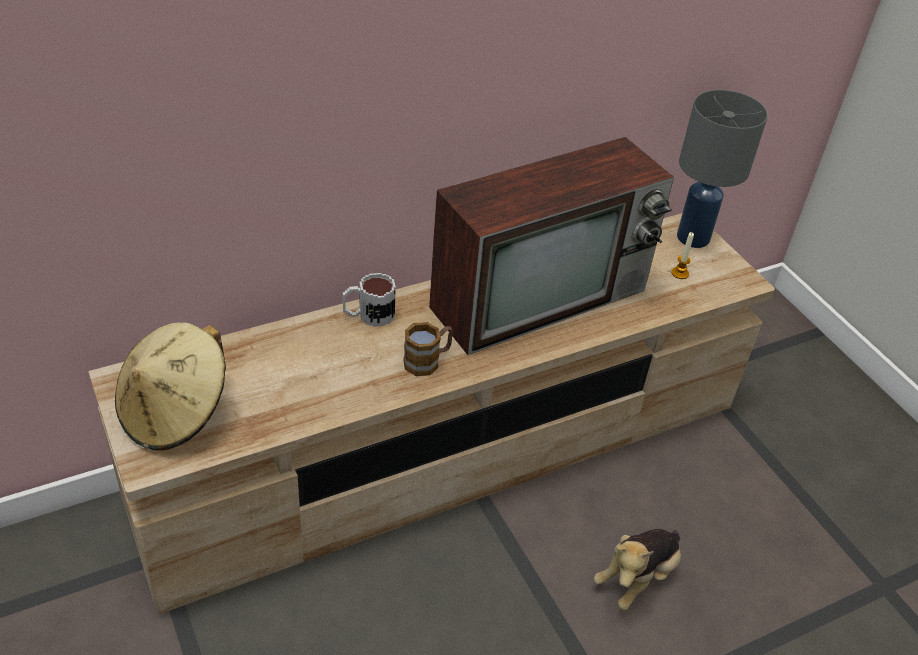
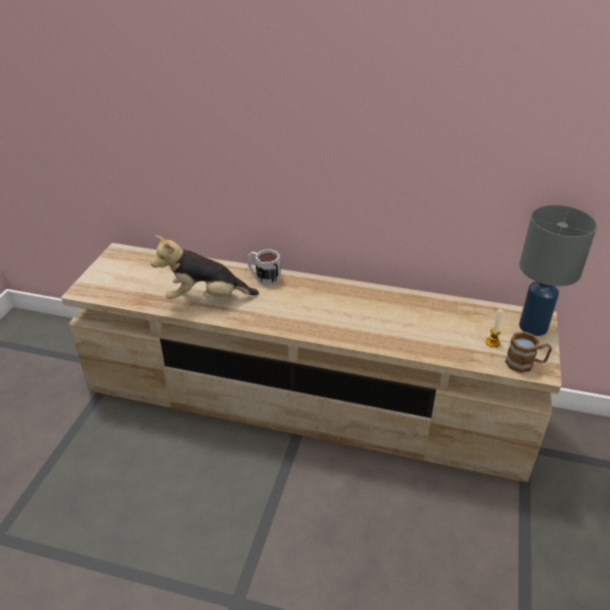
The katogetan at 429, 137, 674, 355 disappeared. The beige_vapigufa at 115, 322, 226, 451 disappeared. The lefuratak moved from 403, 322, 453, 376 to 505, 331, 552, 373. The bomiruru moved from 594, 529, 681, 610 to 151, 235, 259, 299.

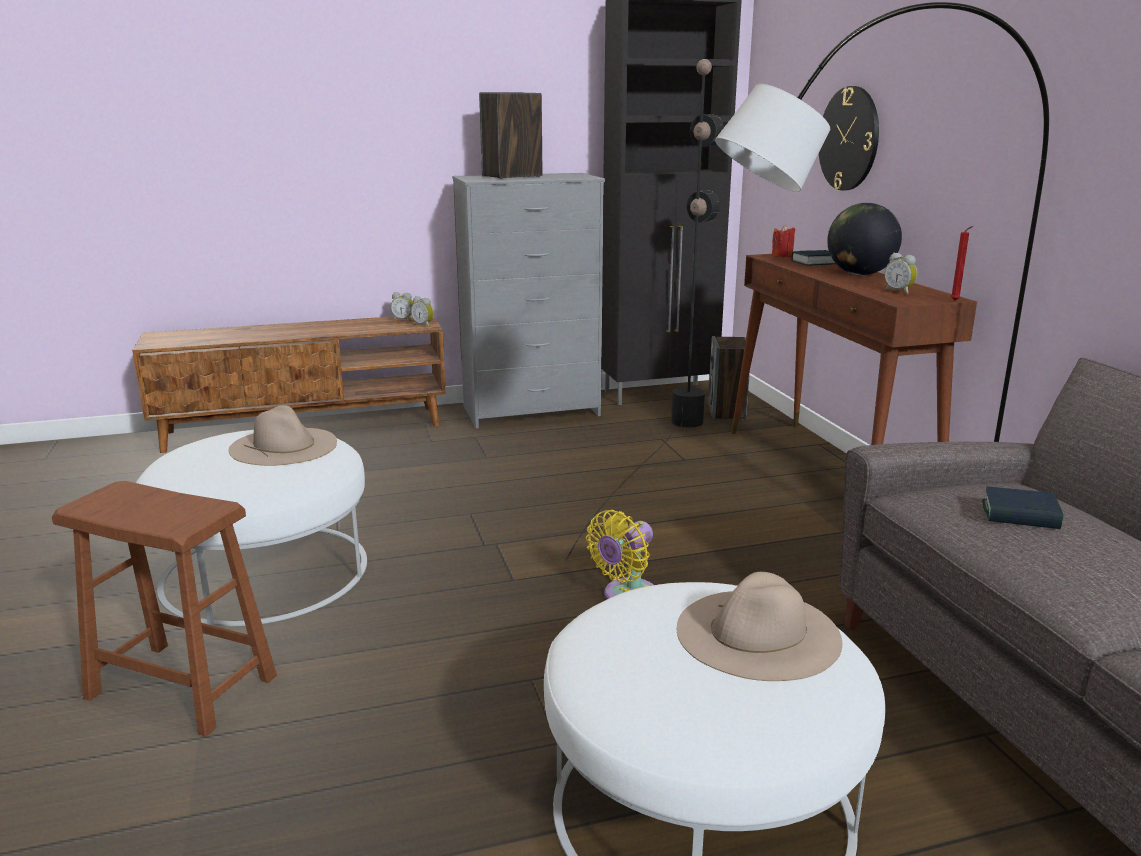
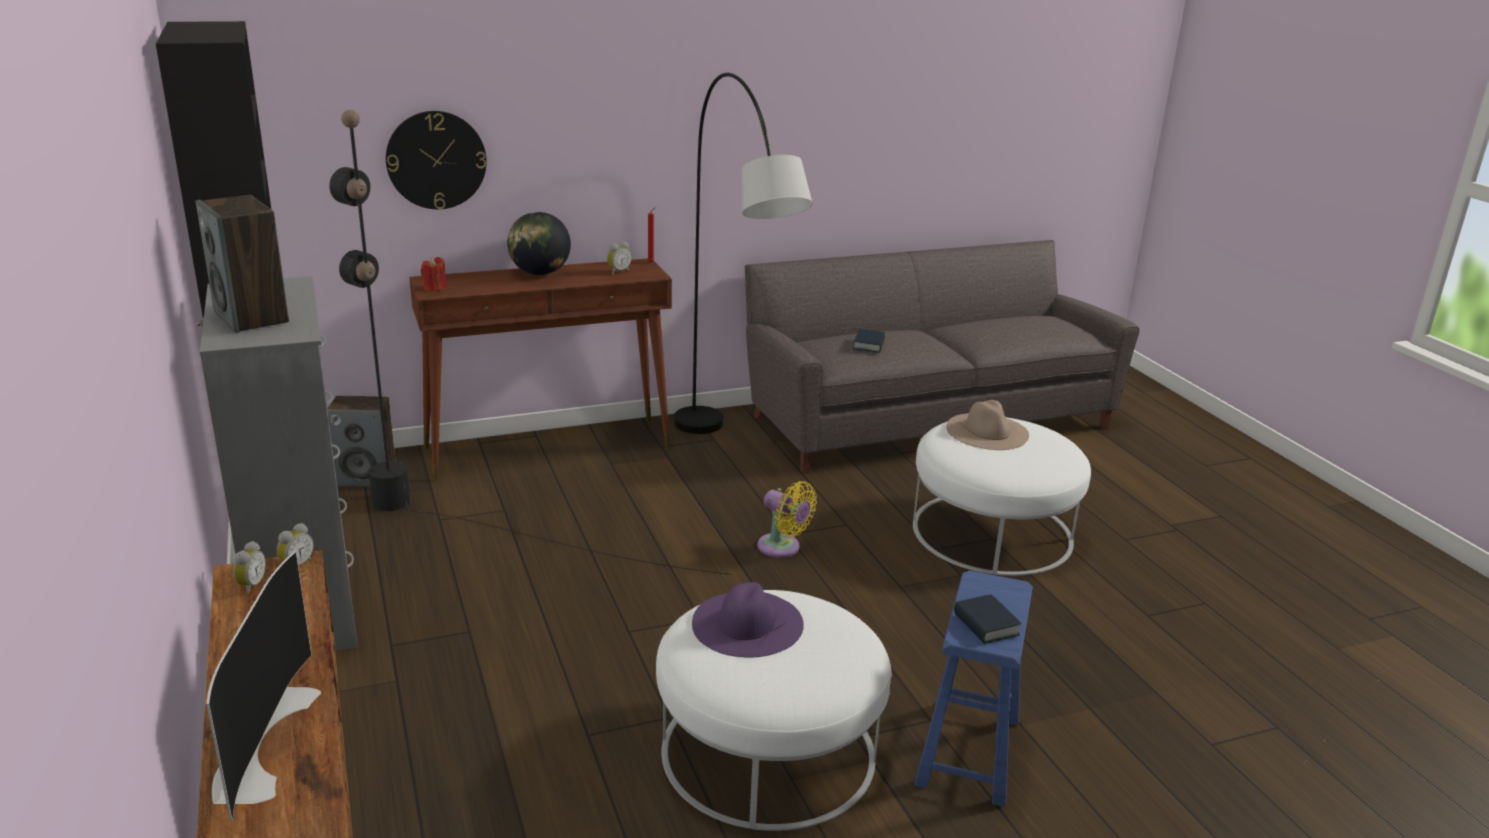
The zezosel moved from 791, 250, 836, 266 to 954, 594, 1022, 644. The beige_vapigufa at 228, 405, 337, 466 became the purple_vapigufa at 692, 582, 804, 657. The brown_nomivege at 52, 481, 277, 737 became the blue_nomivege at 914, 570, 1033, 807. The katogetan at 206, 551, 321, 822 appeared.

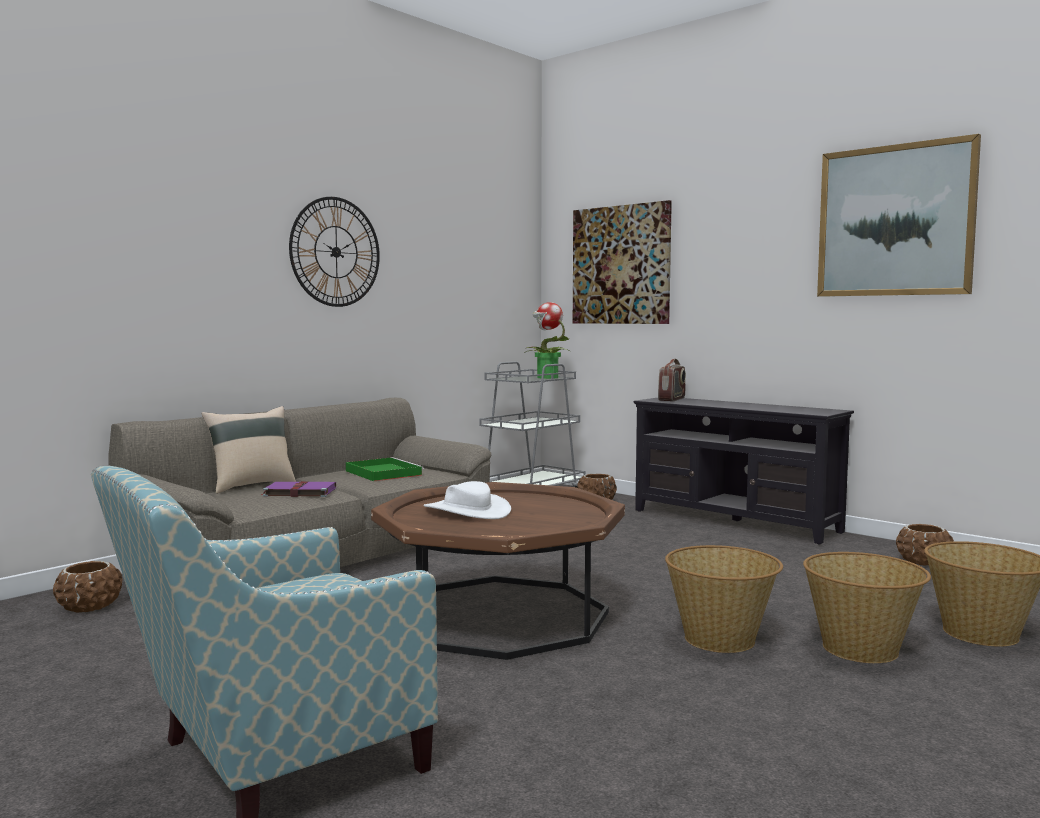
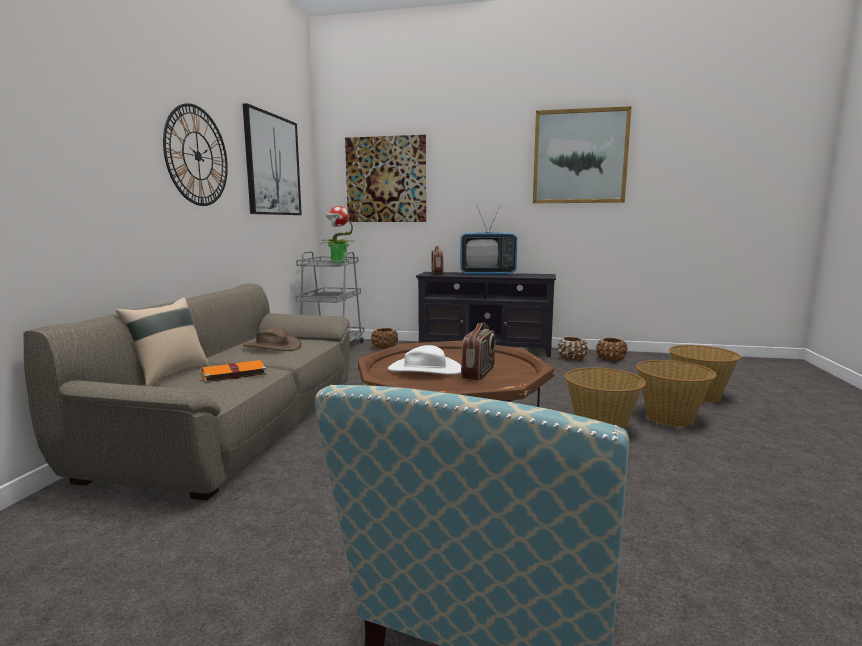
The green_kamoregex at 346, 457, 424, 481 was replaced by the brown_vapigufa at 243, 327, 302, 351. The purple_zezosel at 261, 481, 336, 497 became the orange_zezosel at 200, 360, 267, 383. The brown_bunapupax moved from 53, 561, 122, 613 to 558, 337, 588, 360. The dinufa at 243, 103, 302, 215 appeared. The katogetan at 460, 205, 517, 275 appeared. The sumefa at 461, 322, 495, 380 appeared.

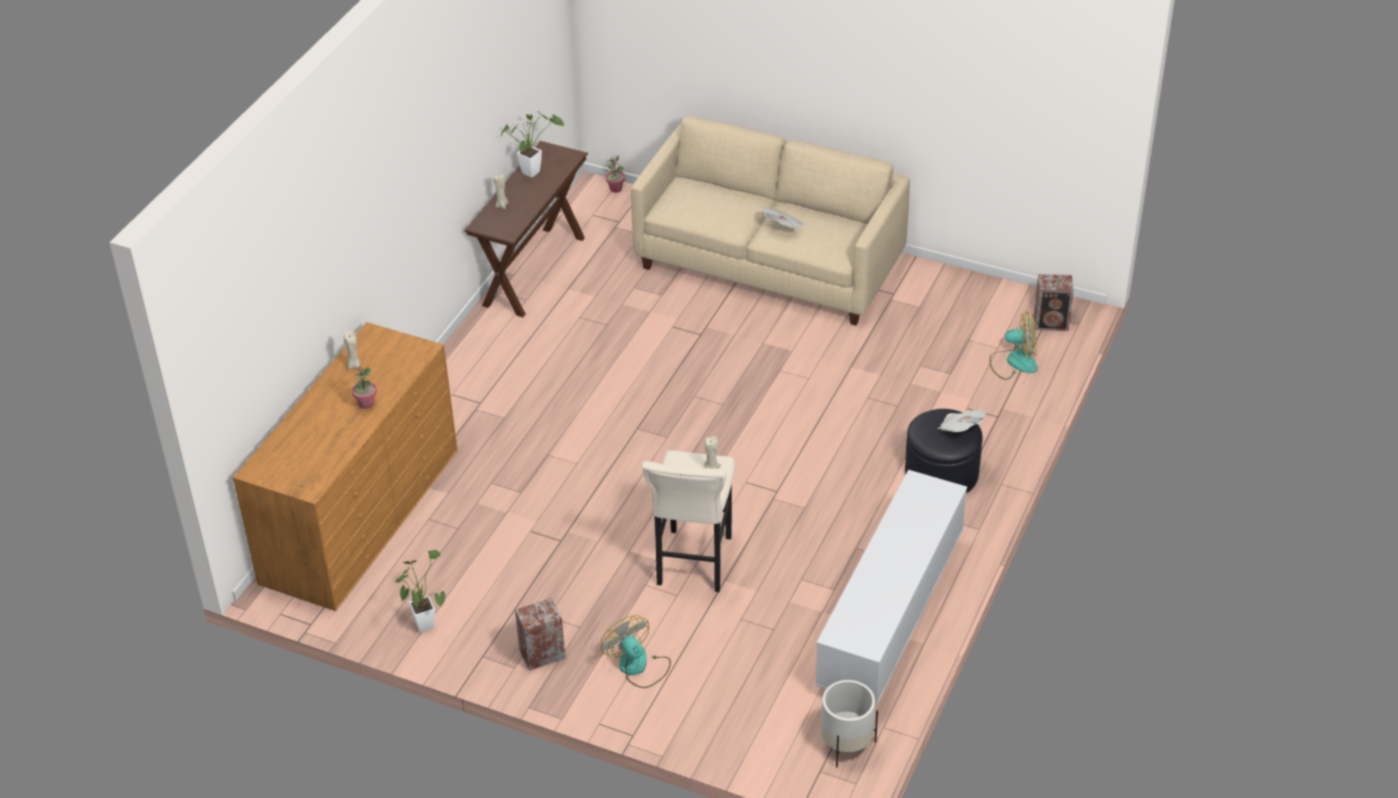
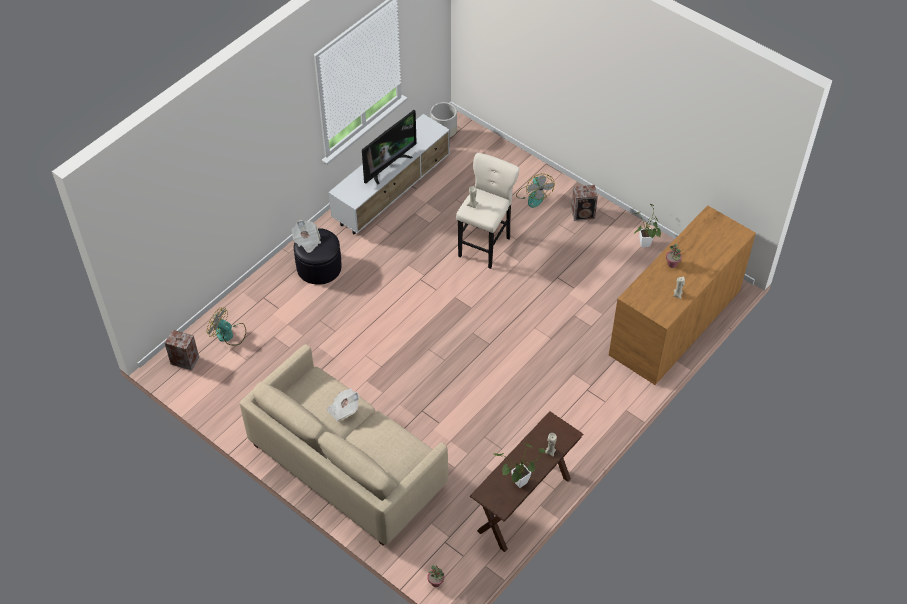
The katogetan at 362, 110, 417, 185 appeared.

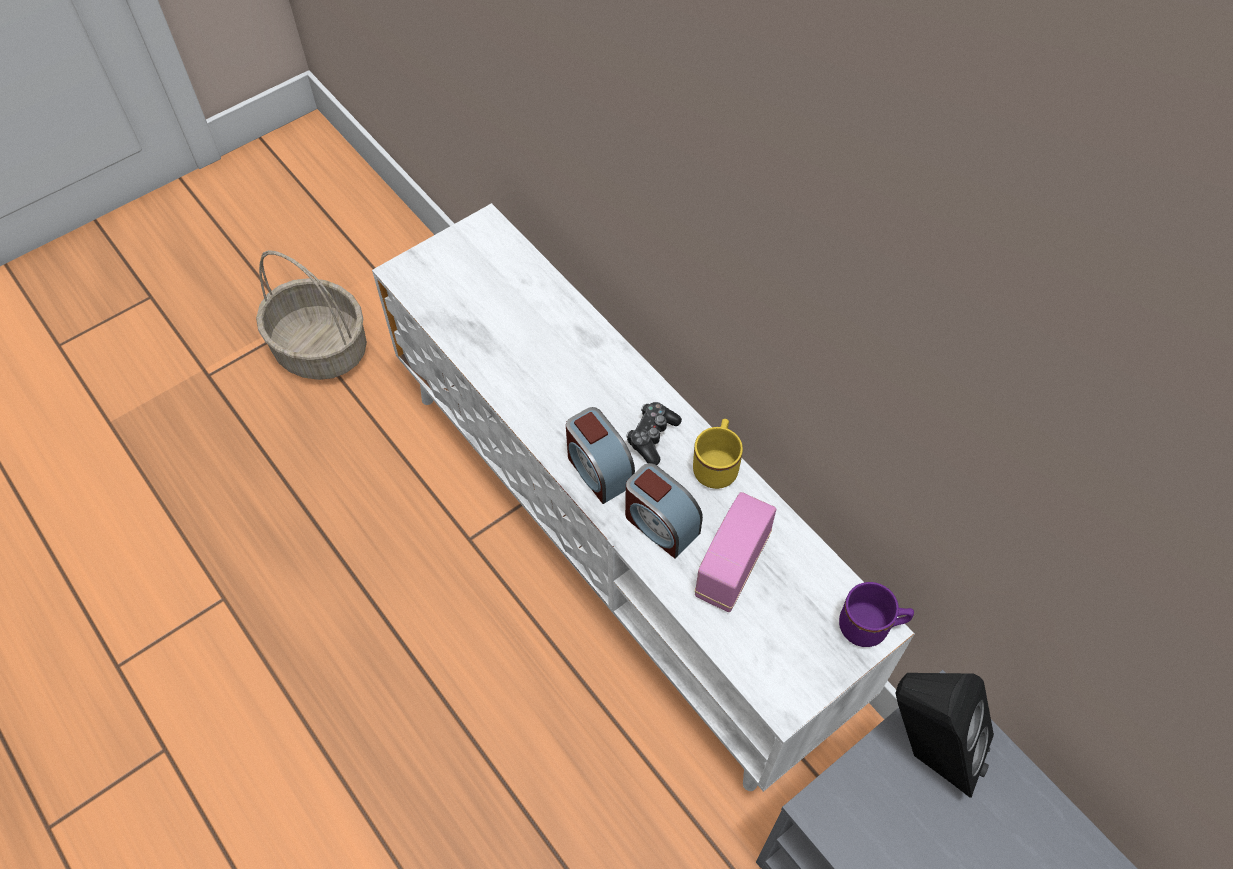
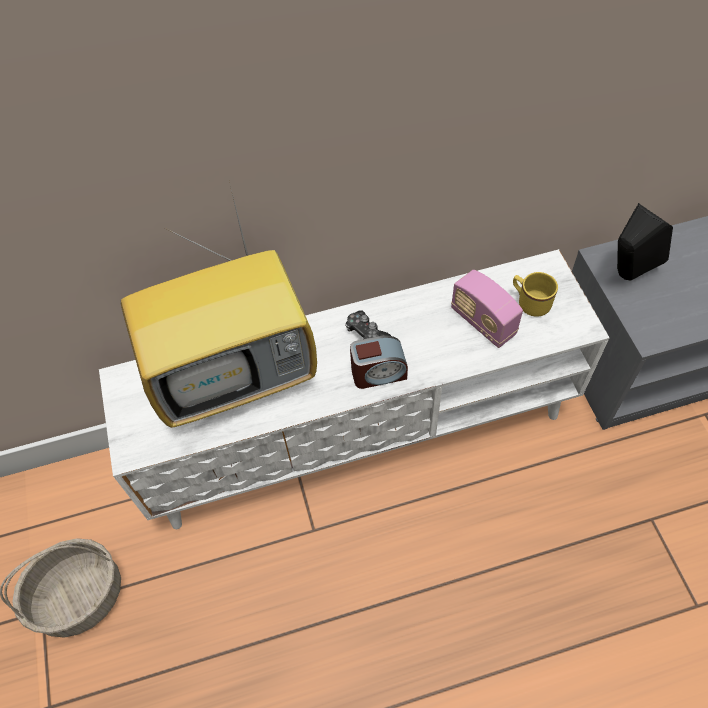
The yellow_lefuratak moved from 693, 419, 743, 489 to 513, 272, 558, 317. The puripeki at 625, 463, 703, 559 disappeared. The purple_lefuratak at 839, 582, 914, 647 disappeared. The katogetan at 121, 186, 317, 428 appeared.

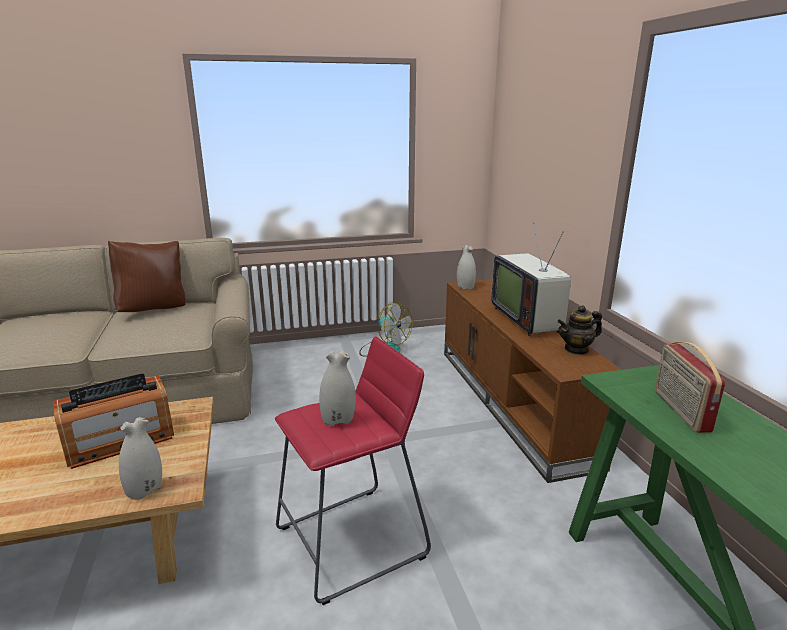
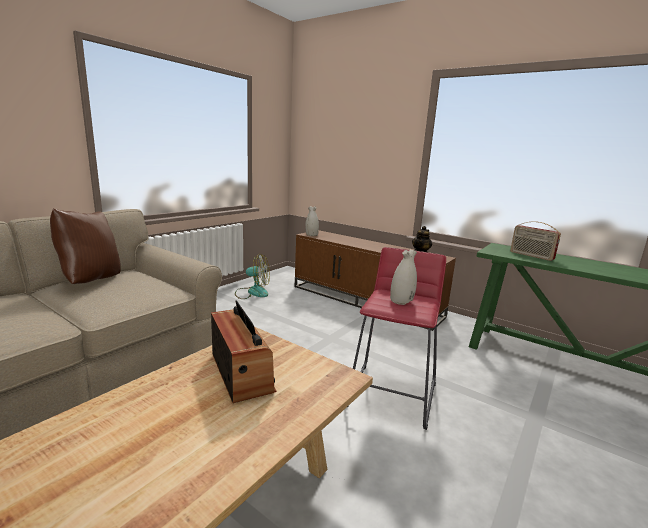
The katogetan at 491, 223, 571, 336 disappeared. The sumefa at 53, 373, 174, 469 turned 45 degrees counterclockwise. The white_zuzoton at 119, 417, 162, 500 disappeared.

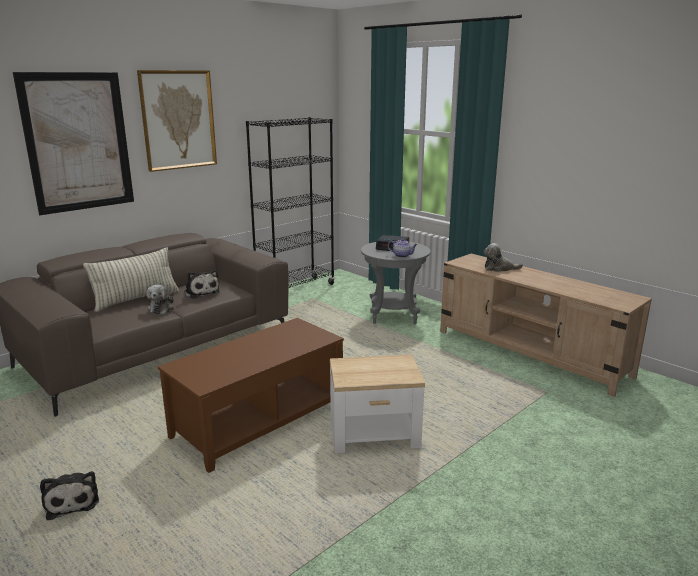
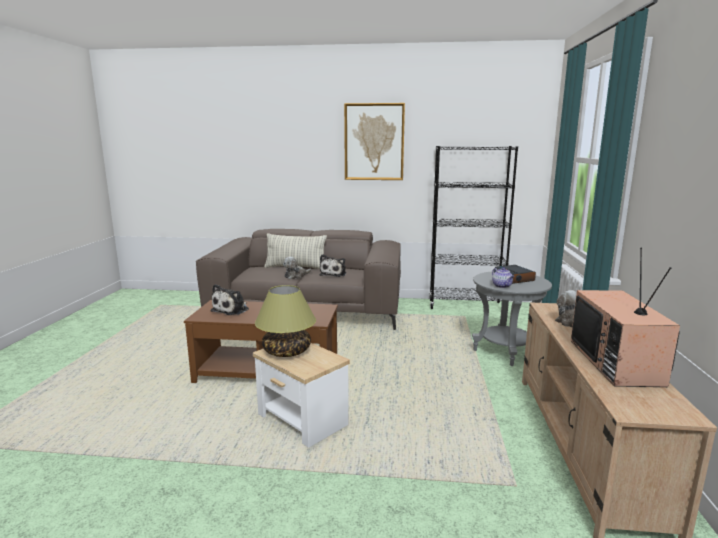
The dinufa at 13, 72, 134, 215 disappeared. The bomiruru moved from 40, 471, 99, 520 to 210, 284, 249, 315. The katogetan at 571, 247, 680, 387 appeared. The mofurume at 255, 285, 316, 357 appeared.

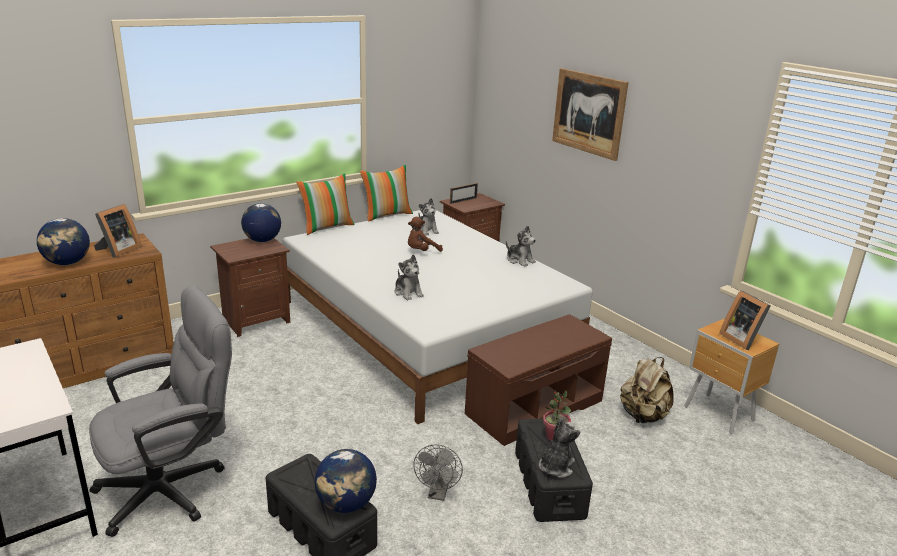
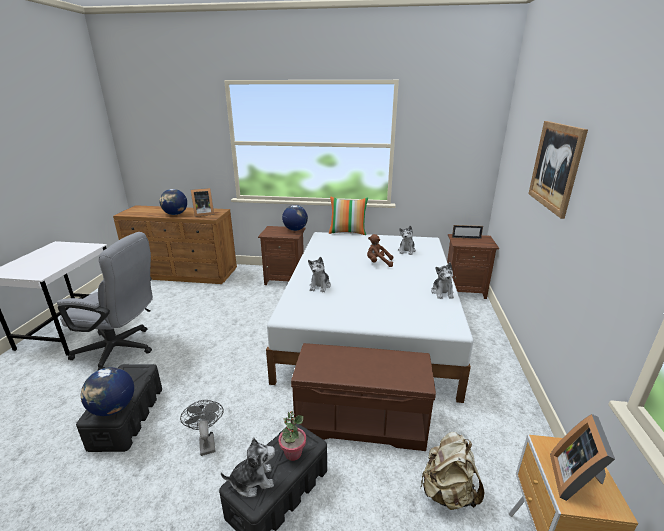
The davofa at 360, 165, 413, 222 disappeared. The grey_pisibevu at 413, 445, 463, 501 turned 105 degrees clockwise.

